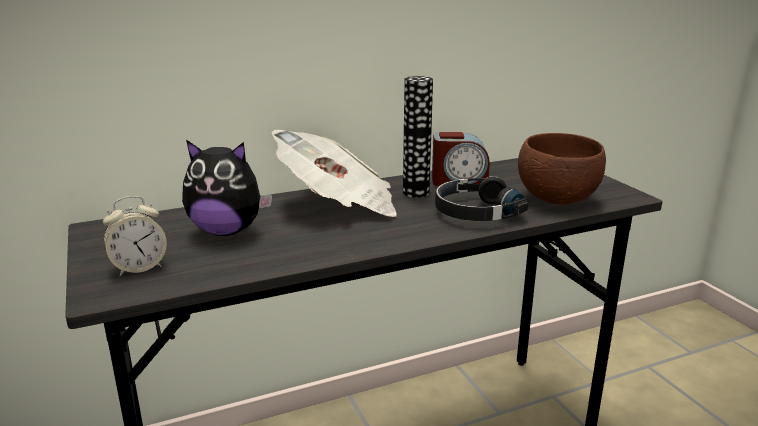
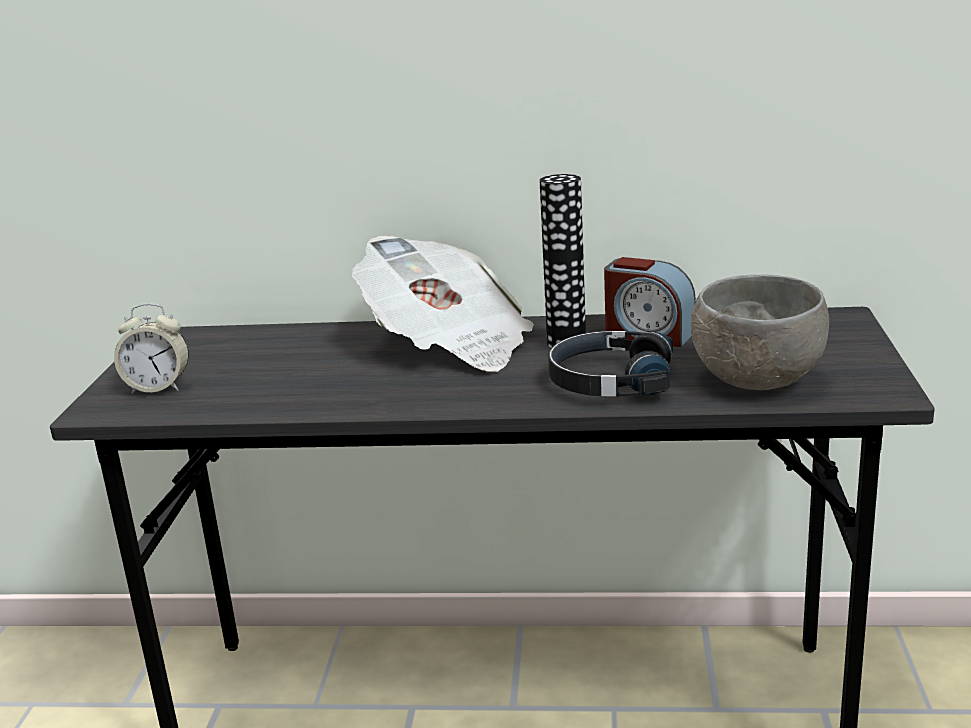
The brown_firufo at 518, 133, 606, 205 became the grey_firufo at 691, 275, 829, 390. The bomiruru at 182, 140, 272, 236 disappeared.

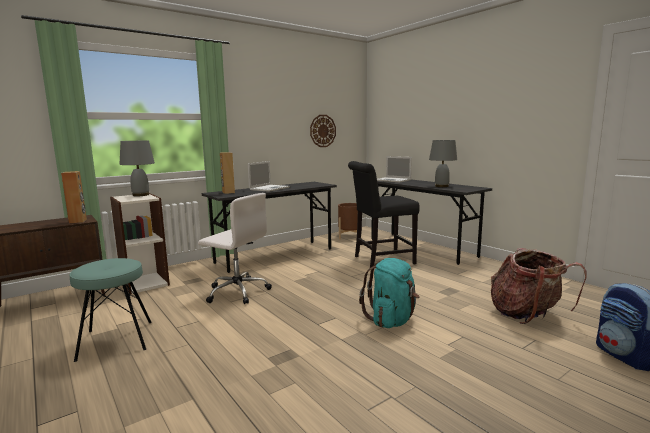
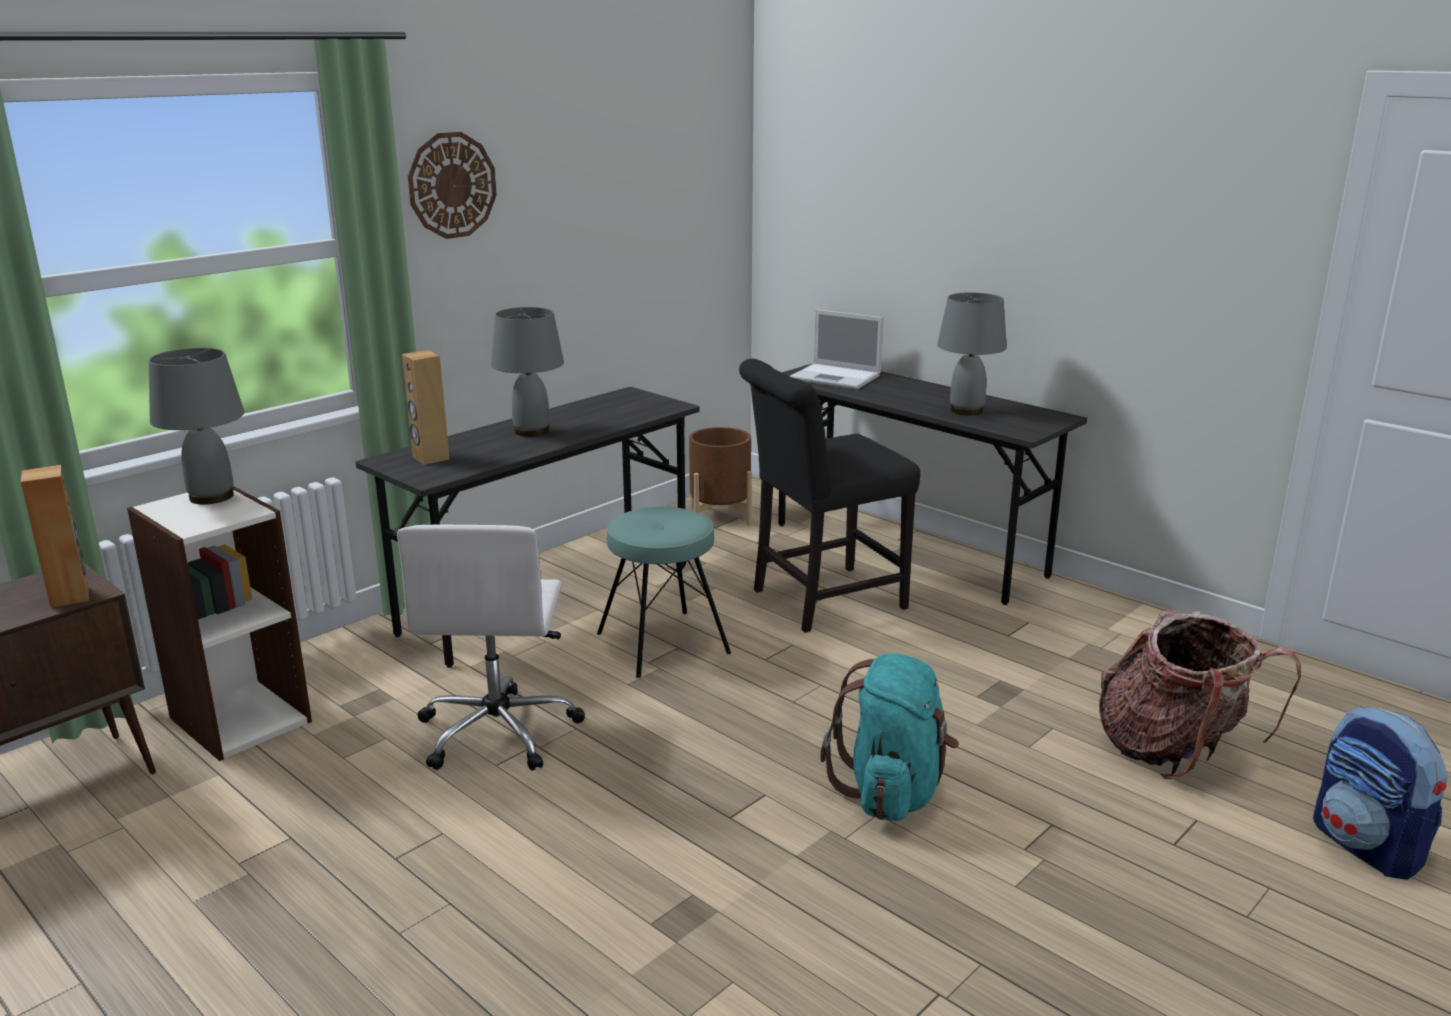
The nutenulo moved from 310, 115, 336, 147 to 408, 132, 497, 239. The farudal at 248, 161, 290, 192 was replaced by the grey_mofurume at 491, 307, 564, 437. The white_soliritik at 198, 193, 272, 304 turned 75 degrees clockwise. The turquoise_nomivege moved from 69, 258, 152, 362 to 597, 507, 731, 678.

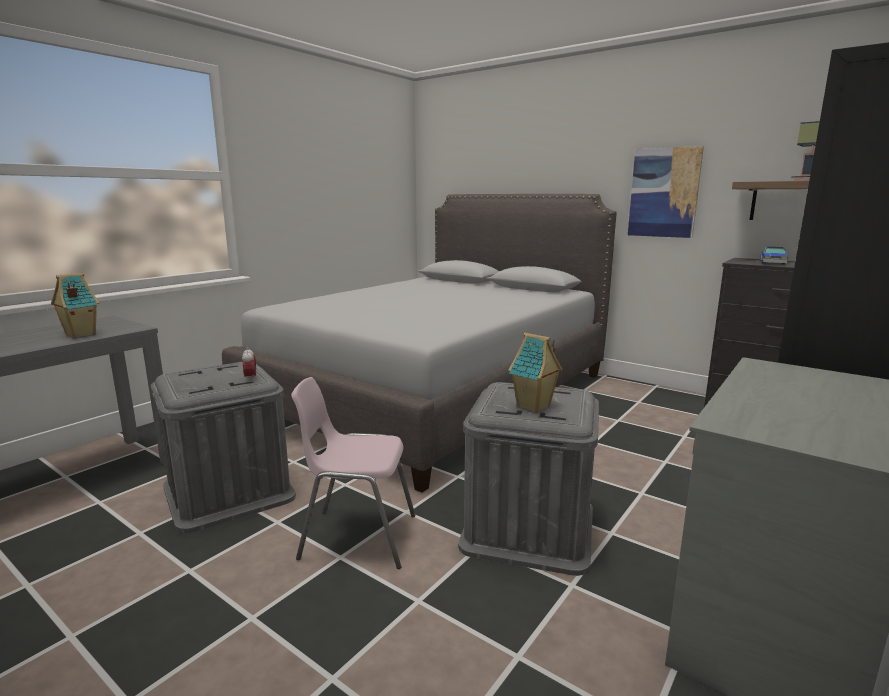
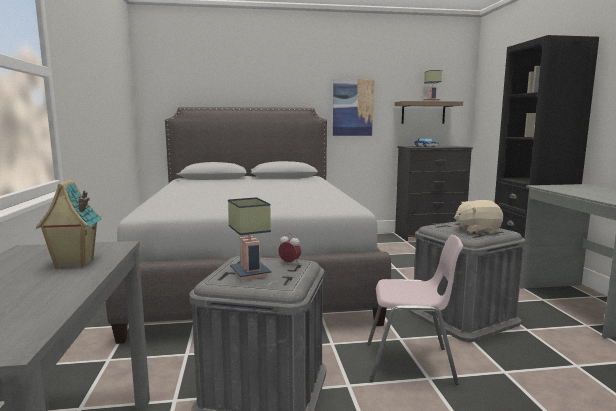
The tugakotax at 508, 333, 562, 413 was replaced by the beige_bomiruru at 454, 200, 503, 234. The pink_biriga at 291, 377, 415, 569 turned 135 degrees counterclockwise. The mofurume at 228, 197, 272, 280 appeared.

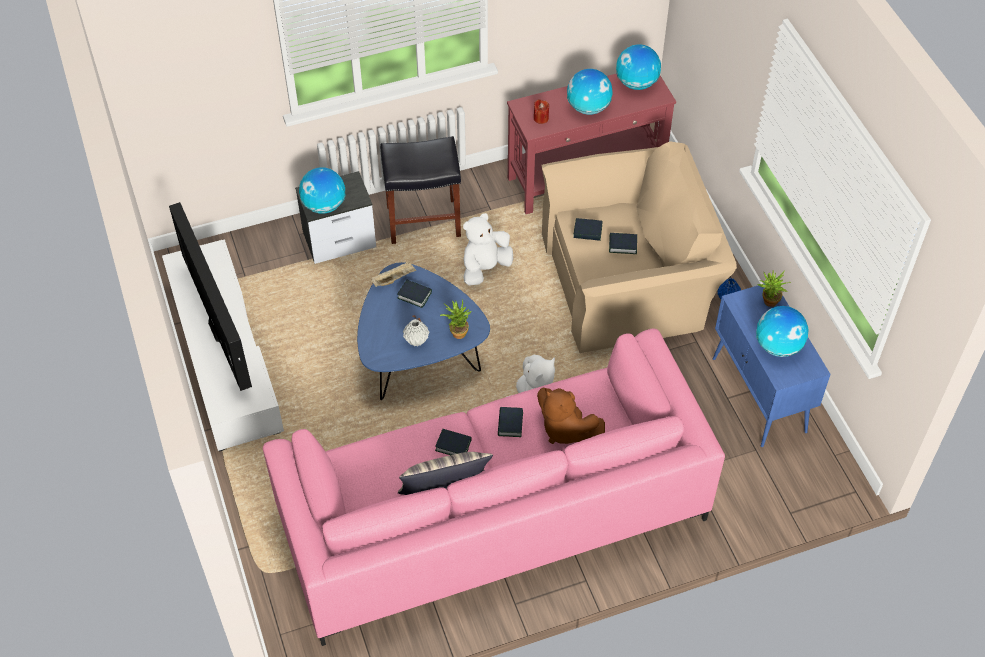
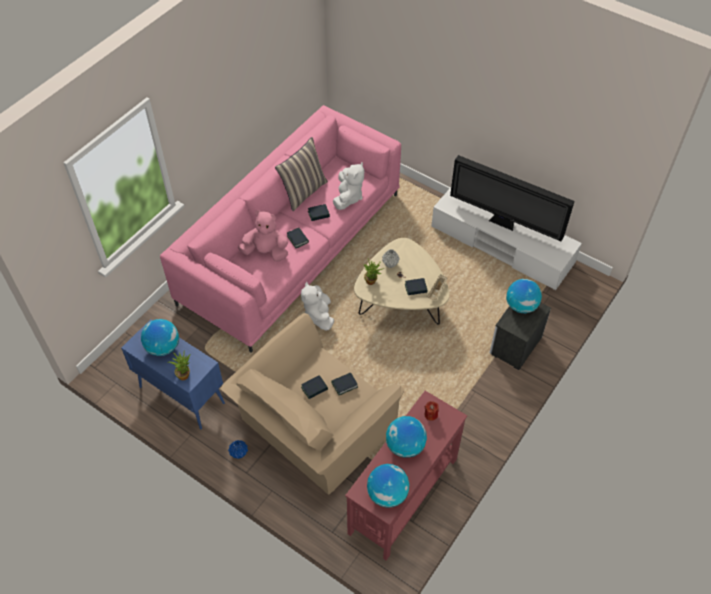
The black_nomivege at 380, 136, 461, 244 disappeared. The white_bomiruru moved from 463, 213, 513, 286 to 333, 162, 364, 210. The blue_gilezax at 357, 262, 490, 400 became the beige_gilezax at 354, 238, 450, 325. The brown_bomiruru at 537, 388, 605, 444 became the pink_bomiruru at 238, 210, 288, 262.

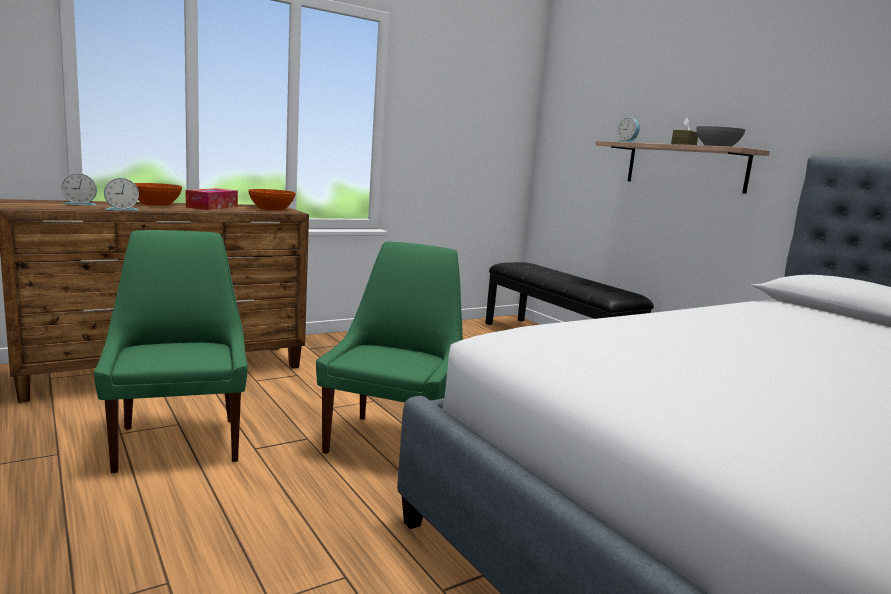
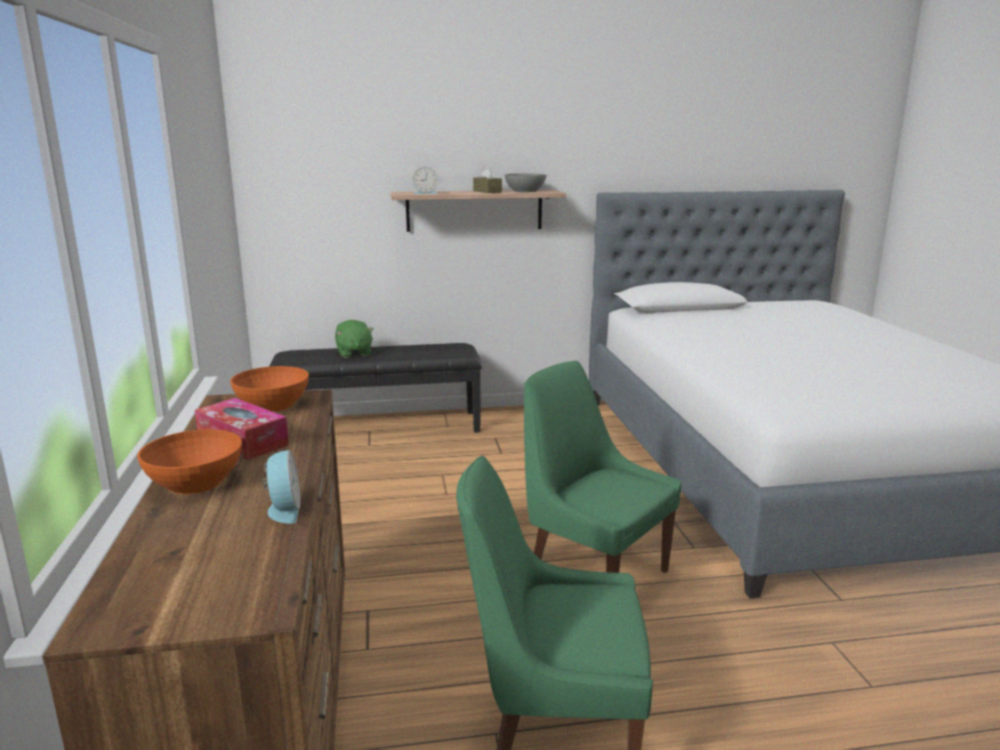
The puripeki at 62, 173, 98, 206 disappeared. The green_bomiruru at 335, 320, 374, 358 appeared.

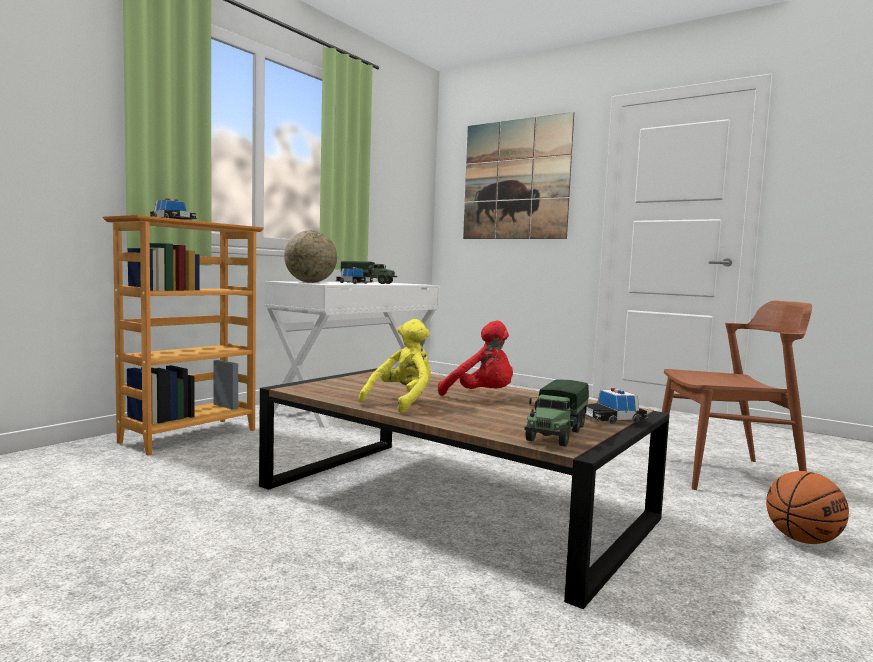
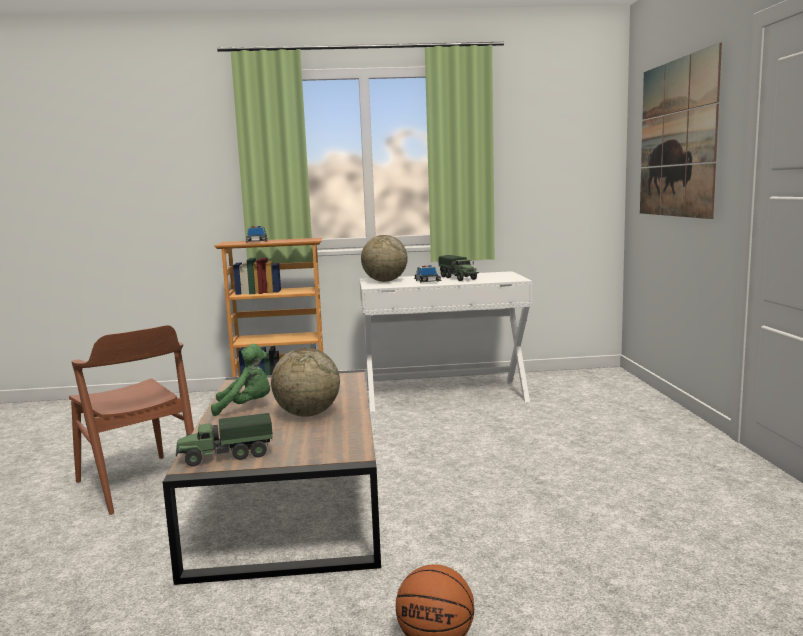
The brown_biriga moved from 662, 301, 812, 490 to 69, 325, 194, 515. The yellow_bomiruru at 358, 319, 431, 413 became the green_bomiruru at 211, 344, 270, 416. The red_bomiruru at 438, 321, 513, 396 was replaced by the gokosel at 271, 348, 340, 417. The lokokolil at 585, 388, 648, 424 disappeared.

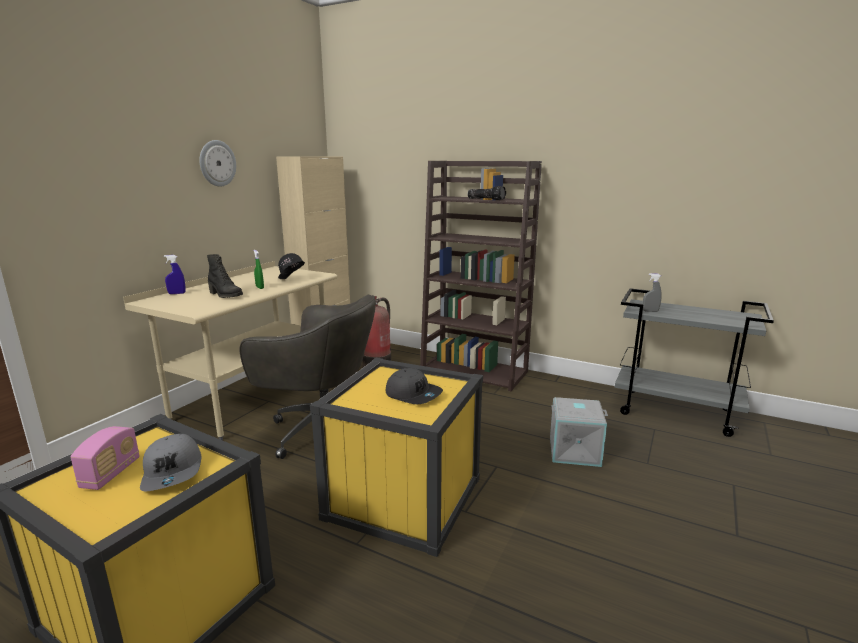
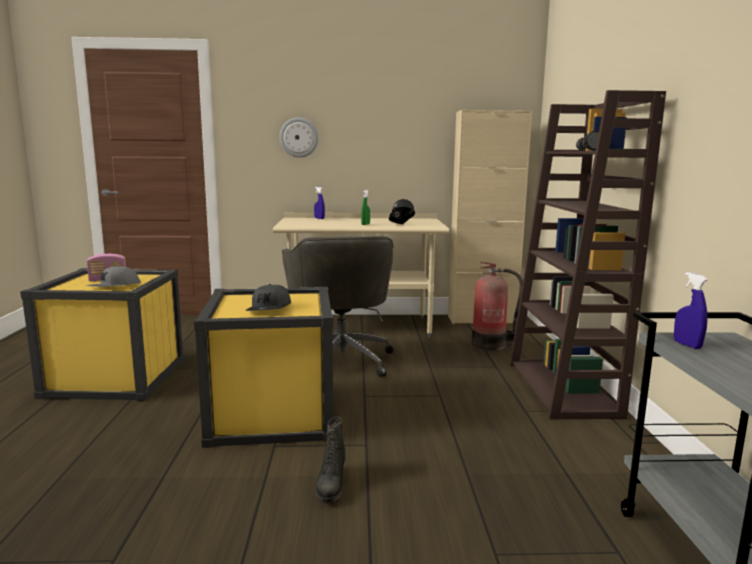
The nutenulo moved from 199, 140, 236, 187 to 280, 117, 319, 158. The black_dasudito moved from 207, 254, 243, 298 to 316, 417, 345, 503. The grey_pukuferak at 643, 273, 662, 312 became the blue_pukuferak at 674, 272, 708, 349. The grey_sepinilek at 550, 397, 608, 467 disappeared.

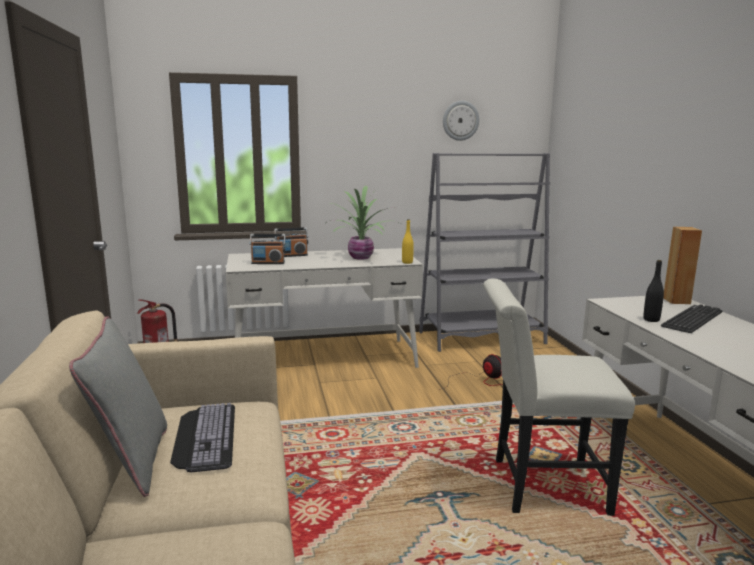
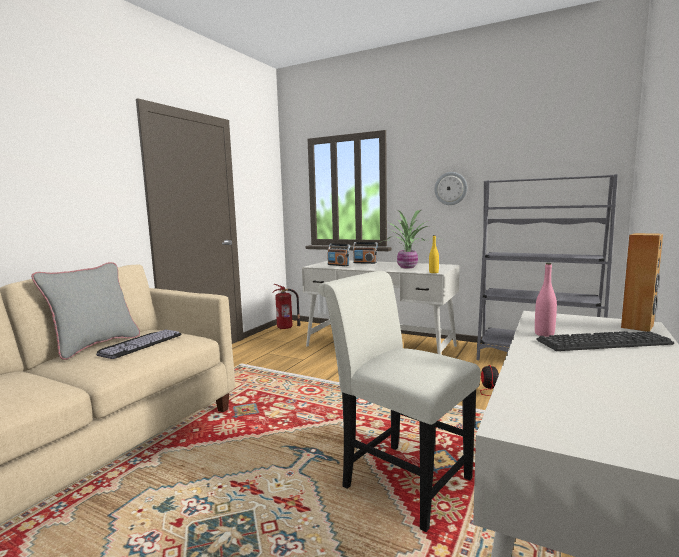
The nutenulo moved from 443, 101, 479, 141 to 434, 172, 467, 205. The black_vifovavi at 643, 260, 664, 322 became the pink_vifovavi at 535, 263, 557, 337.

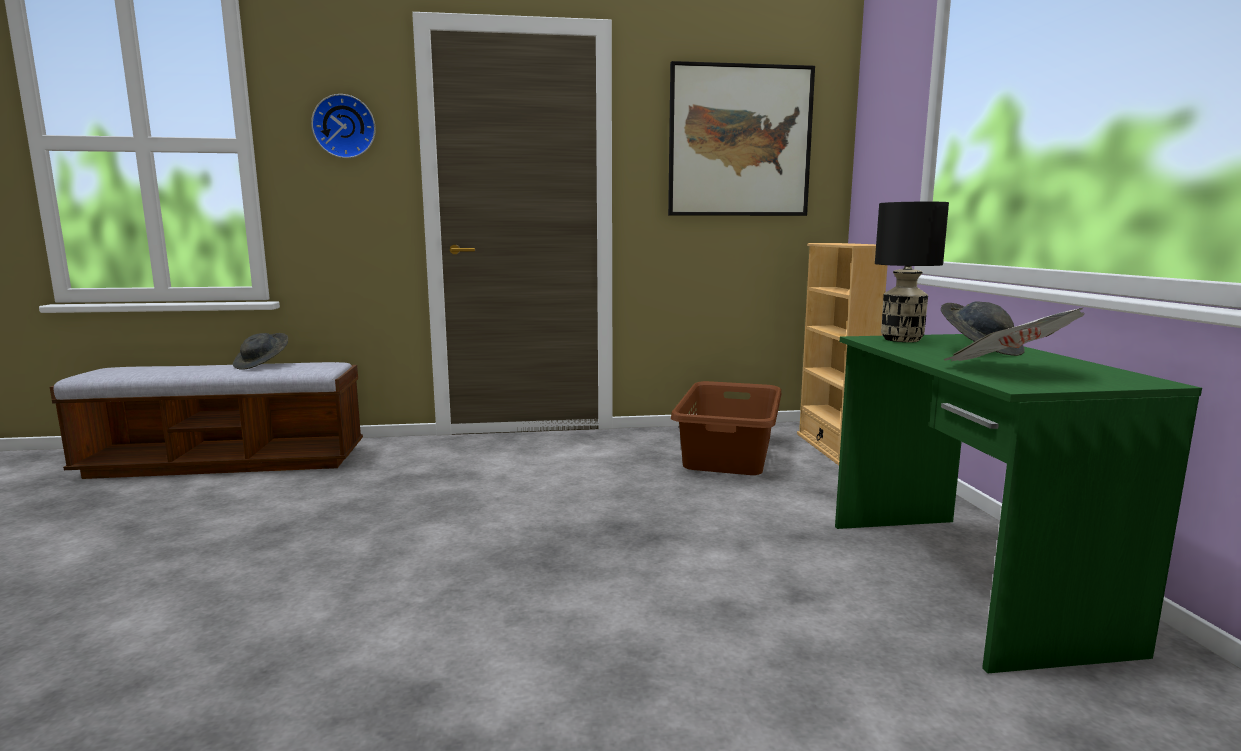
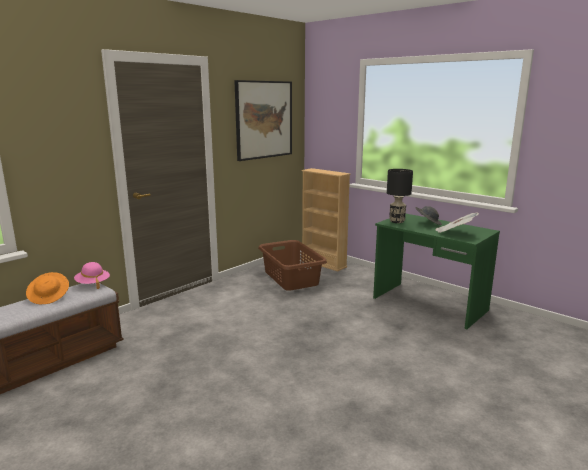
The nutenulo at 311, 94, 376, 158 disappeared. The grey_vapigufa at 233, 333, 288, 370 became the orange_vapigufa at 26, 272, 69, 304. The pink_vapigufa at 74, 262, 110, 289 appeared.

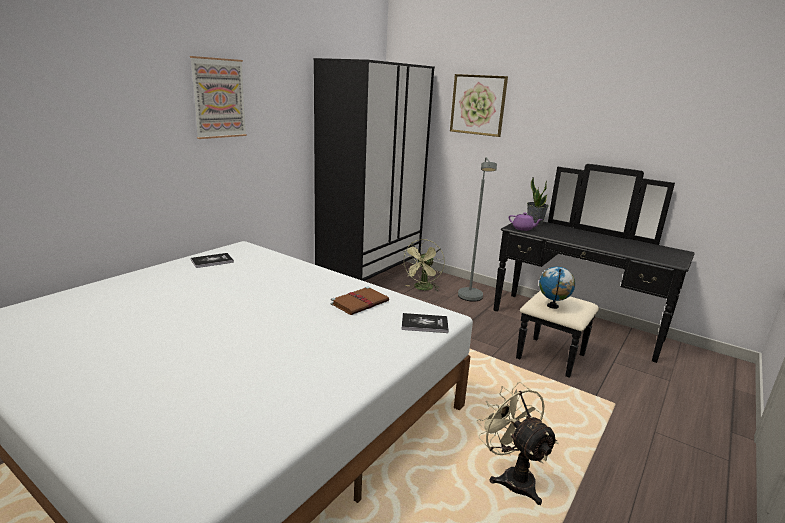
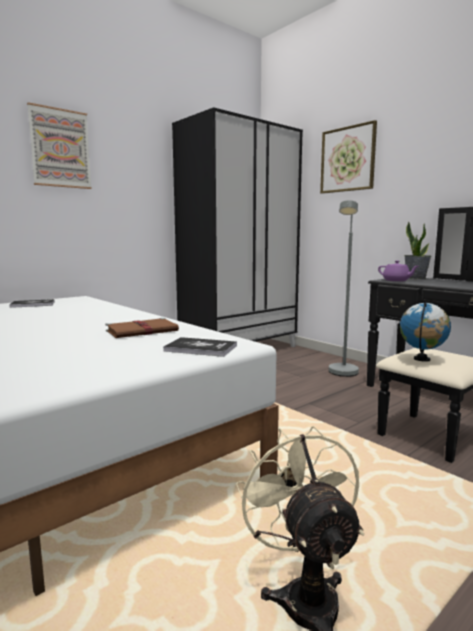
The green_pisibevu at 402, 239, 445, 291 disappeared.

